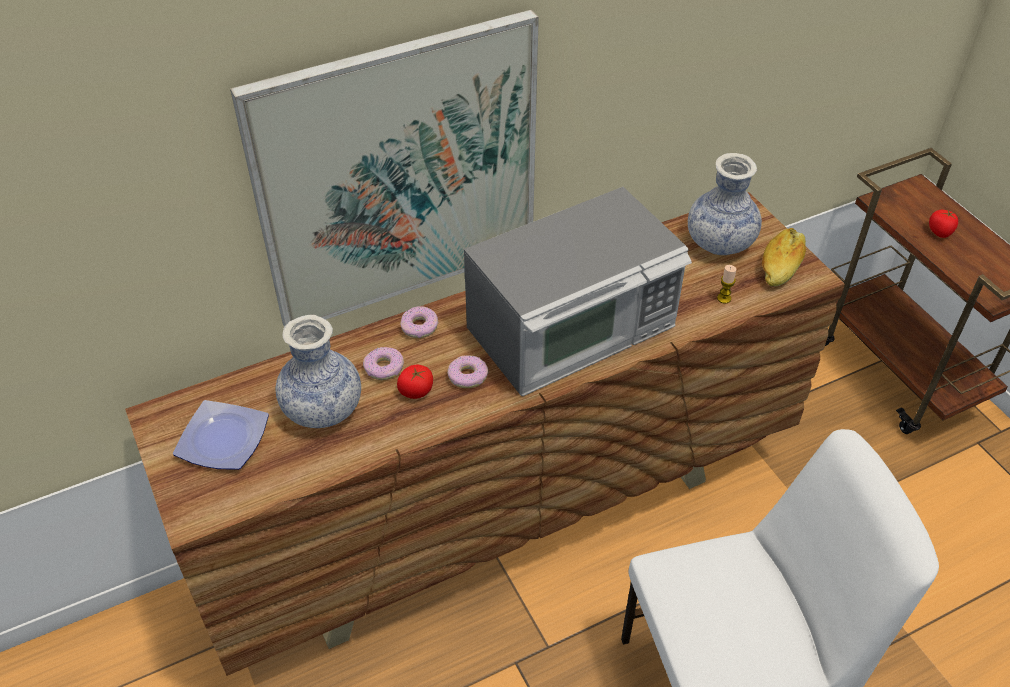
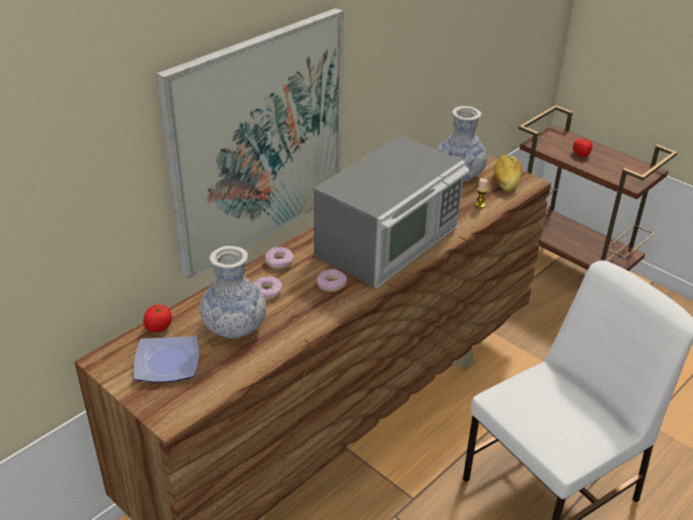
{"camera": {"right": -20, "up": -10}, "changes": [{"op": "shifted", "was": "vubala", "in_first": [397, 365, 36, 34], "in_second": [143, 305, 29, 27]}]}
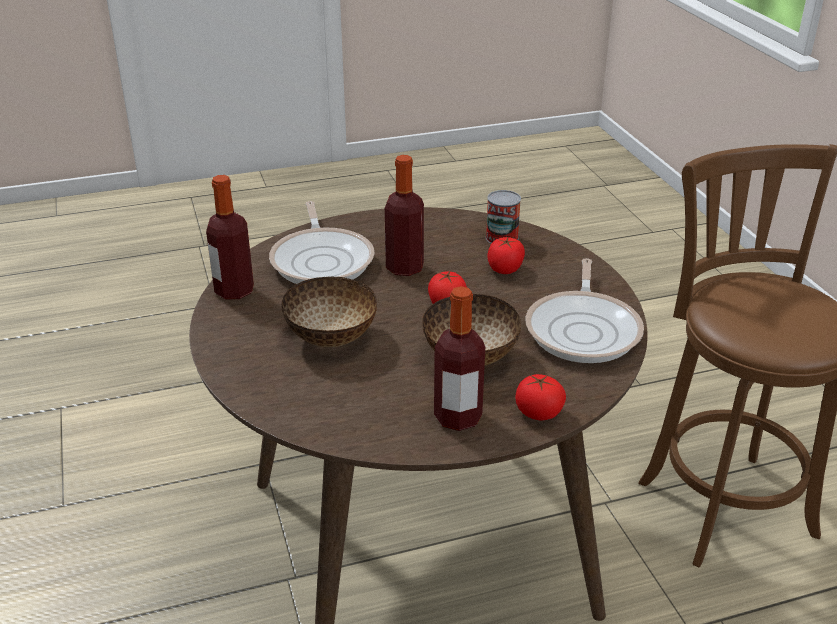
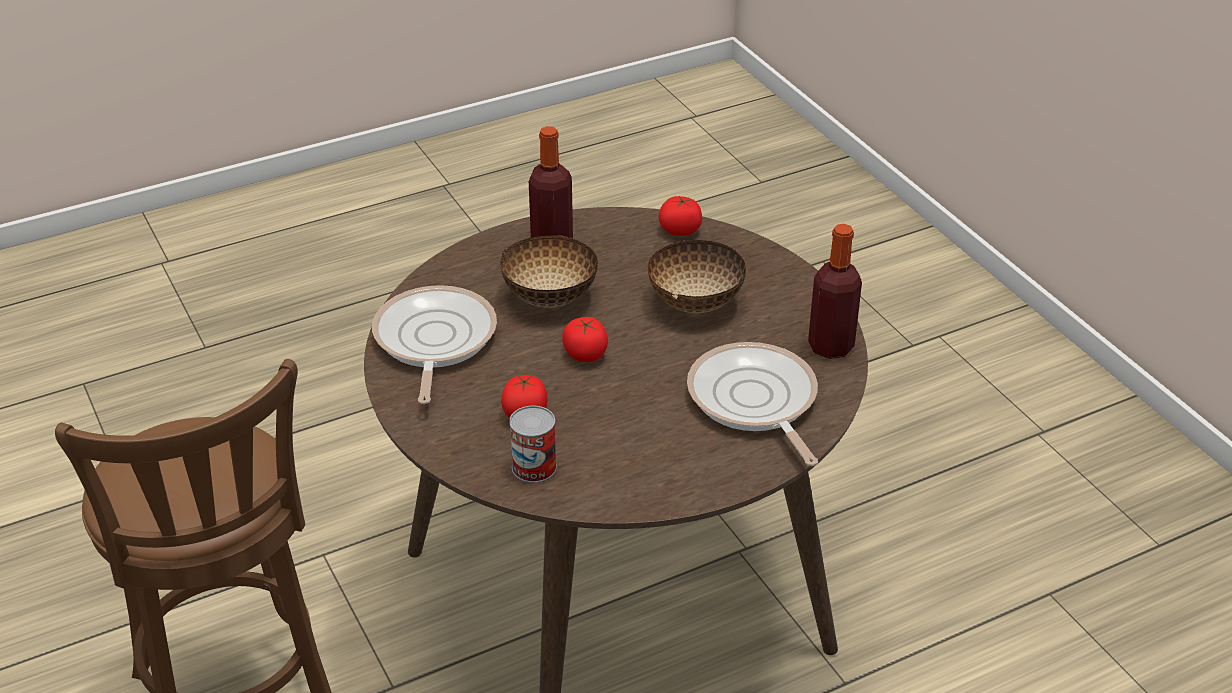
{"camera": {"right": 170, "up": 5}, "changes": [{"op": "shifted", "was": "vubala", "in_first": [515, 374, 51, 46], "in_second": [659, 196, 43, 40]}, {"op": "gone", "was": "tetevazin", "in_first": [385, 155, 39, 121]}]}
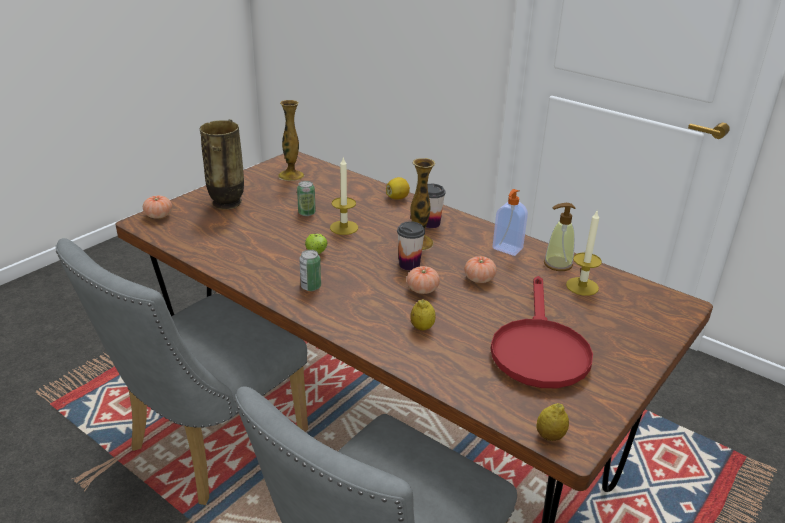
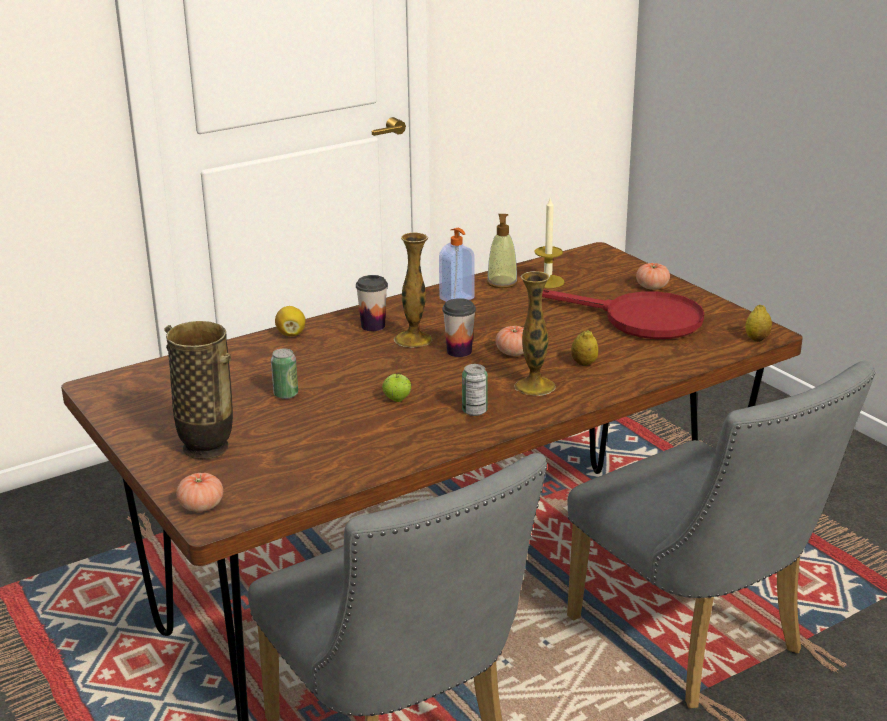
{"camera": {"right": -70, "up": -5}, "changes": [{"op": "shifted", "was": "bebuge", "in_first": [278, 100, 27, 81], "in_second": [514, 271, 42, 125]}, {"op": "shifted", "was": "vubala", "in_first": [464, 256, 33, 27], "in_second": [636, 263, 34, 27]}, {"op": "gone", "was": "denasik", "in_first": [330, 157, 28, 78]}]}
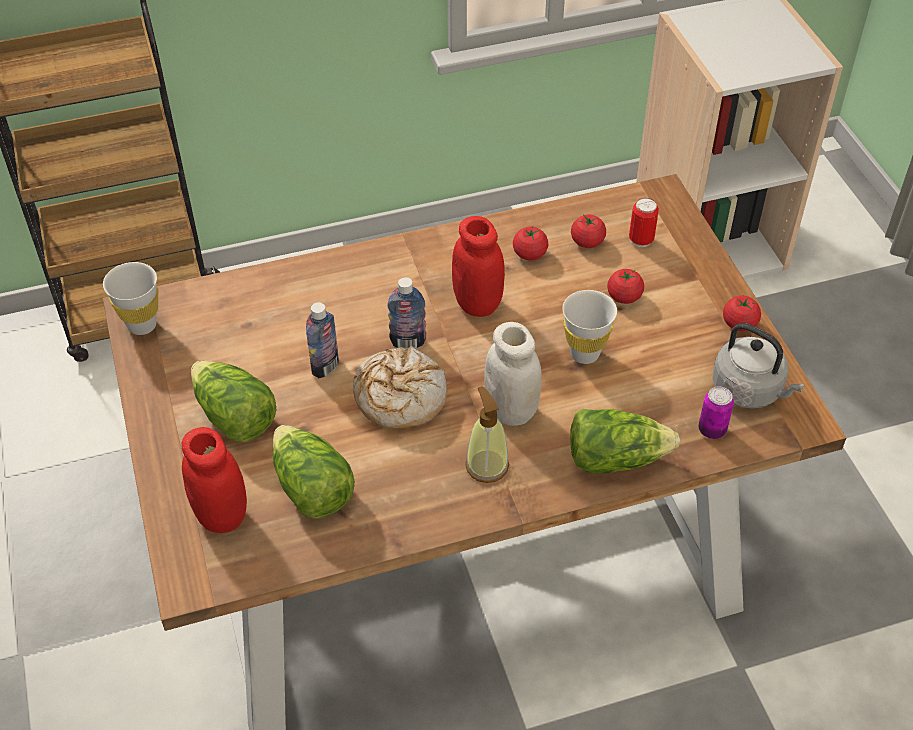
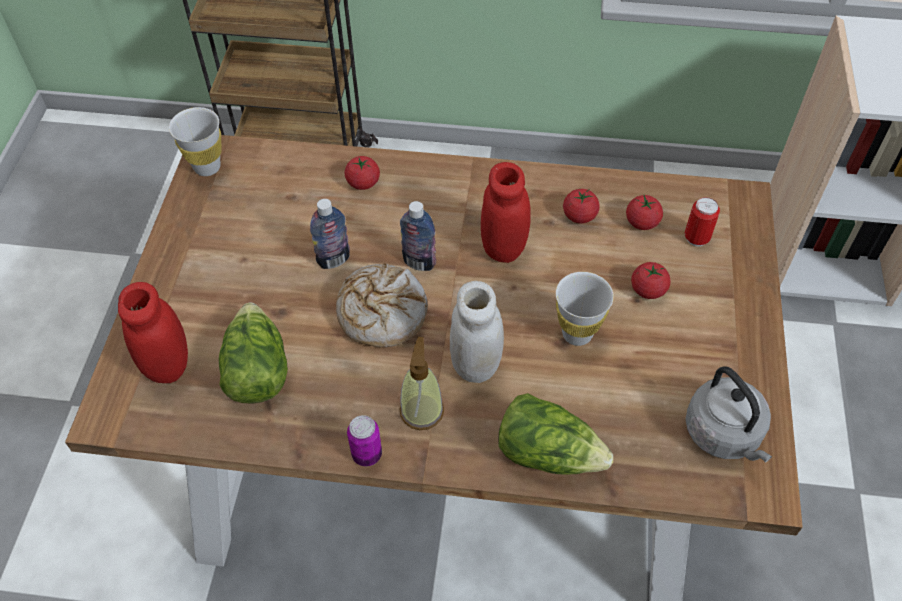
{"camera": {"right": 25, "up": 5}, "changes": [{"op": "shifted", "was": "vubala", "in_first": [723, 296, 38, 35], "in_second": [345, 156, 35, 34]}, {"op": "shifted", "was": "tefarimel", "in_first": [698, 386, 36, 53], "in_second": [347, 415, 35, 51]}, {"op": "gone", "was": "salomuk", "in_first": [191, 361, 85, 81]}]}
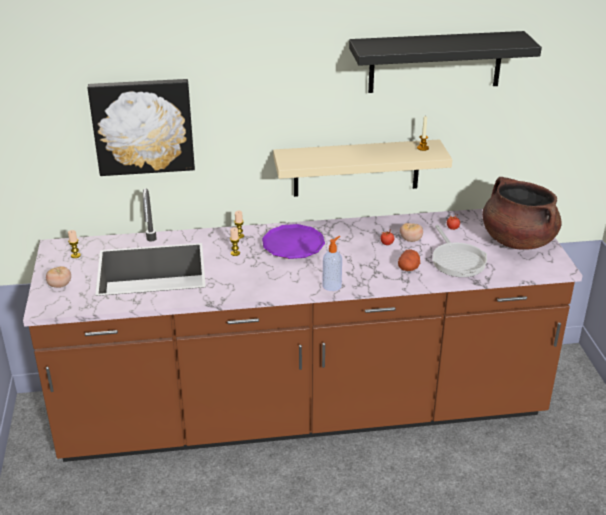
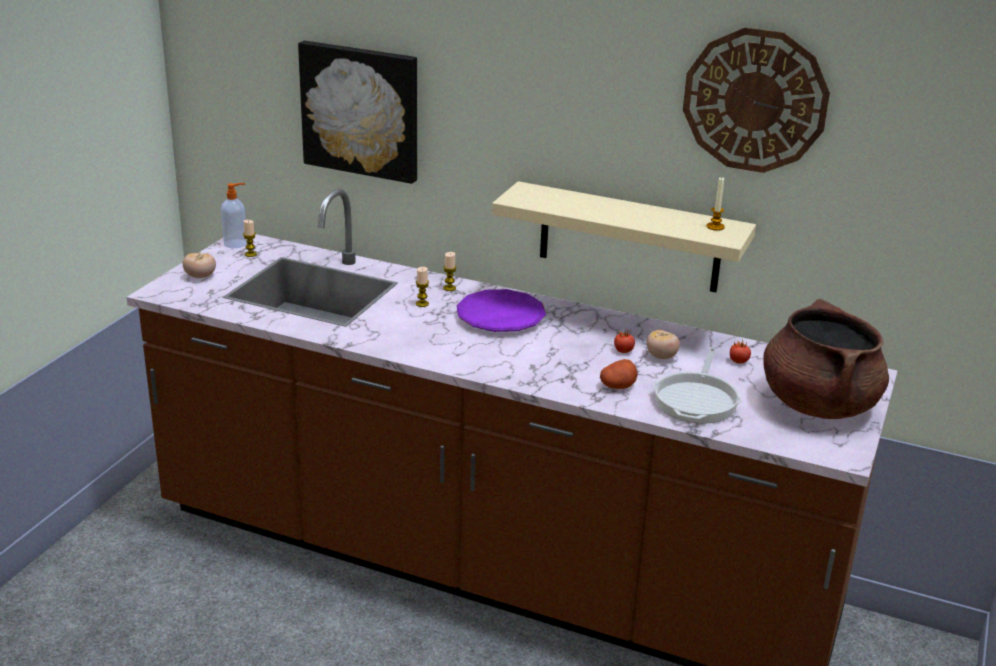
{"camera": {"right": 30, "up": -5}, "changes": [{"op": "shifted", "was": "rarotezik", "in_first": [322, 236, 20, 55], "in_second": [221, 183, 26, 65]}, {"op": "swapped", "was": "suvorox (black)", "now": "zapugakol", "in_first": [349, 31, 193, 62], "in_second": [683, 28, 147, 145]}]}
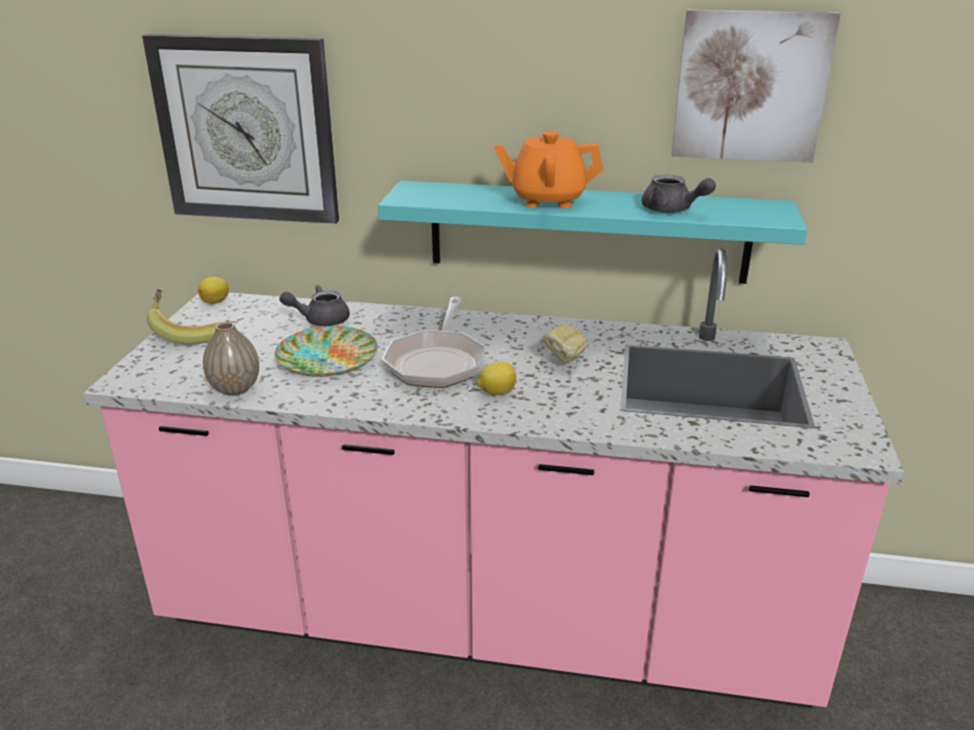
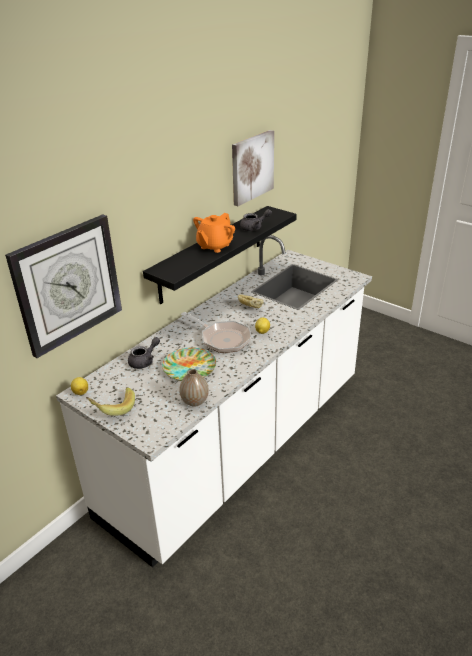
{"camera": {"right": -60, "up": 5}, "changes": [{"op": "repainted", "was": "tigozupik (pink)", "now": "tigozupik (white)", "in_first": [83, 248, 821, 460], "in_second": [56, 235, 316, 333]}, {"op": "rotated", "was": "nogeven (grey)", "in_first": [279, 285, 71, 41], "in_second": [128, 337, 32, 32], "clockwise": -150}, {"op": "repainted", "was": "suvorox (turquoise)", "now": "suvorox (black)", "in_first": [378, 181, 429, 103], "in_second": [143, 206, 154, 98]}]}
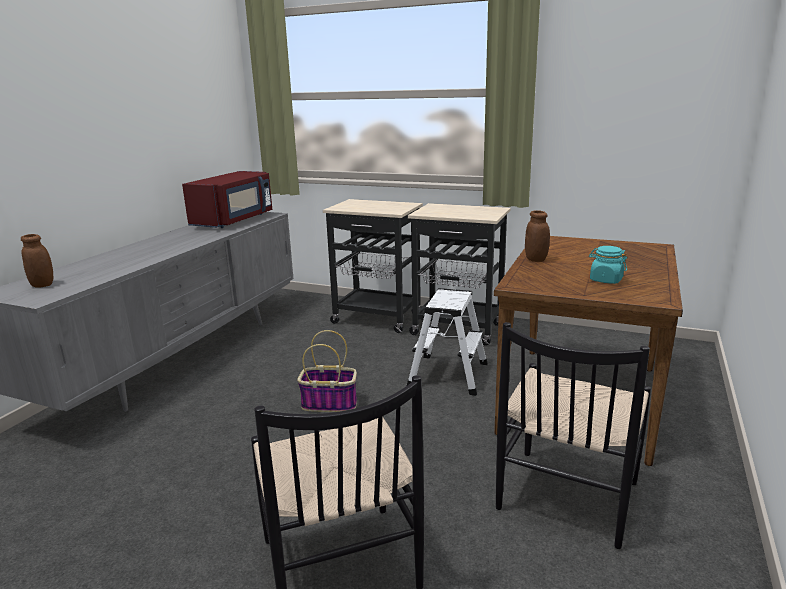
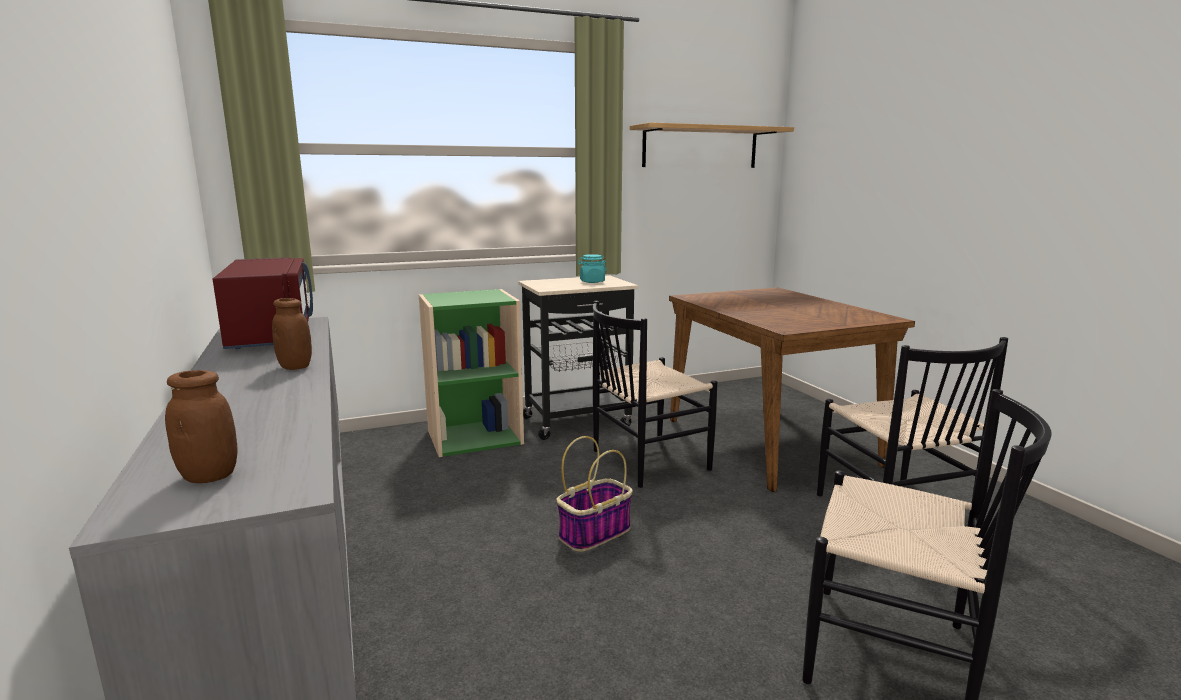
{"camera": {"right": -45, "up": -5}, "changes": [{"op": "shifted", "was": "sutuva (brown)", "in_first": [525, 210, 25, 52], "in_second": [272, 298, 40, 72]}, {"op": "swapped", "was": "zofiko", "now": "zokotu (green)", "in_first": [323, 199, 100, 134], "in_second": [419, 289, 105, 168]}, {"op": "shifted", "was": "sutuva (turquoise)", "in_first": [589, 246, 38, 38], "in_second": [577, 254, 30, 29]}, {"op": "swapped", "was": "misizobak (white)", "now": "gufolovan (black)", "in_first": [407, 288, 81, 108], "in_second": [593, 301, 124, 187]}, {"op": "new", "now": "suvorox", "in_second": [630, 122, 164, 46]}]}
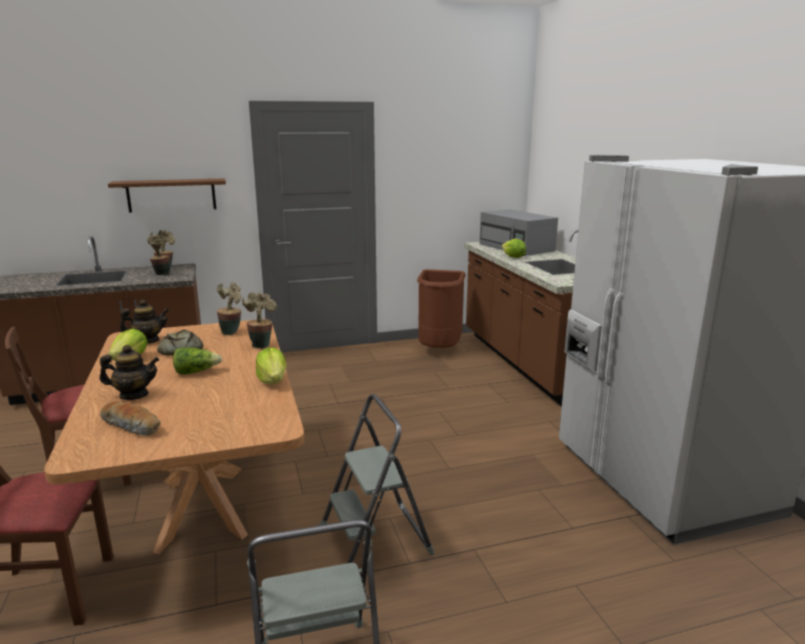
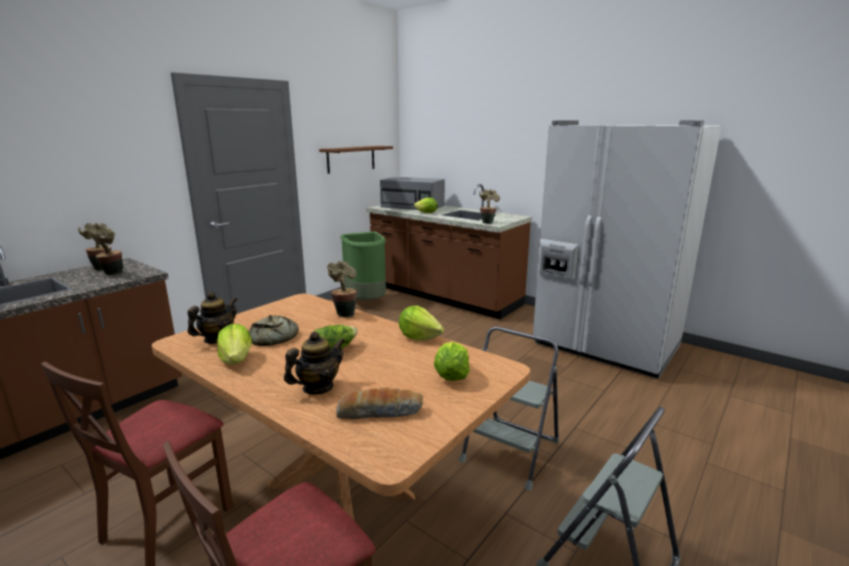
{"camera": {"right": -35, "up": 0}, "changes": [{"op": "shifted", "was": "suvorox (brown)", "in_first": [108, 178, 118, 35], "in_second": [319, 146, 74, 28]}, {"op": "repainted", "was": "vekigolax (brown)", "now": "vekigolax (green)", "in_first": [417, 269, 49, 79], "in_second": [340, 231, 46, 69]}, {"op": "new", "now": "salomuk", "in_second": [434, 342, 36, 39]}, {"op": "shifted", "was": "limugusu", "in_first": [217, 282, 24, 53], "in_second": [479, 189, 21, 35]}]}
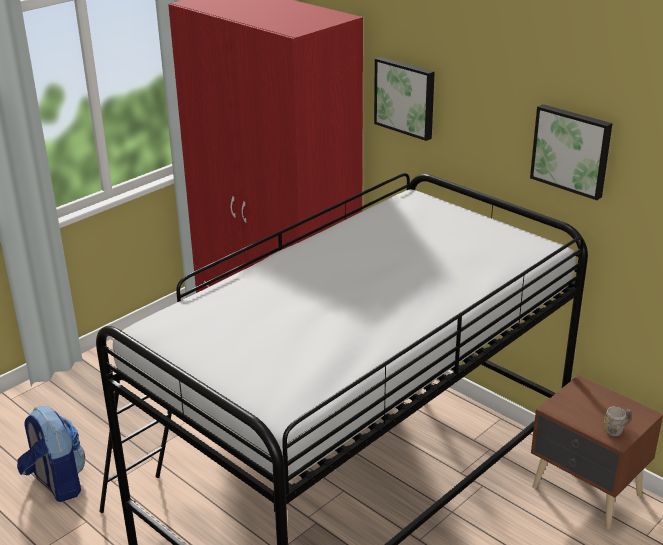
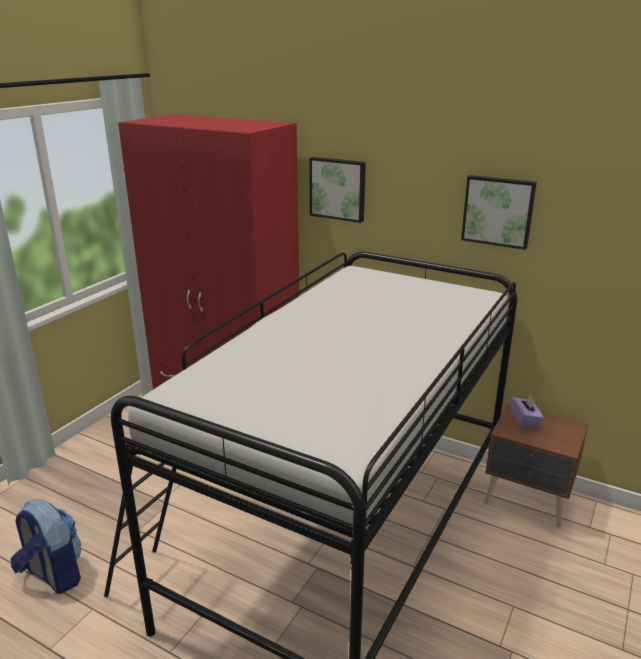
{"camera": {"right": -15, "up": -5}, "changes": [{"op": "new", "now": "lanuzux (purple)", "in_second": [511, 395, 33, 33]}, {"op": "gone", "was": "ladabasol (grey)", "in_first": [604, 407, 28, 29]}]}
